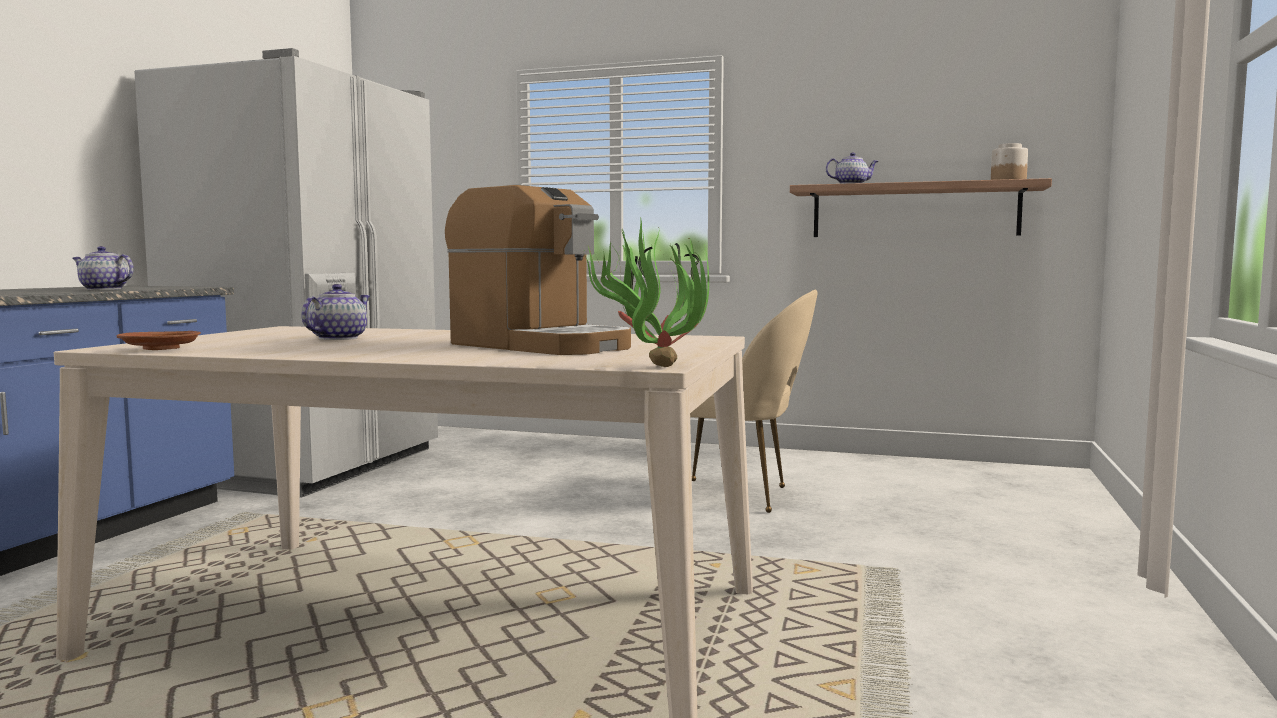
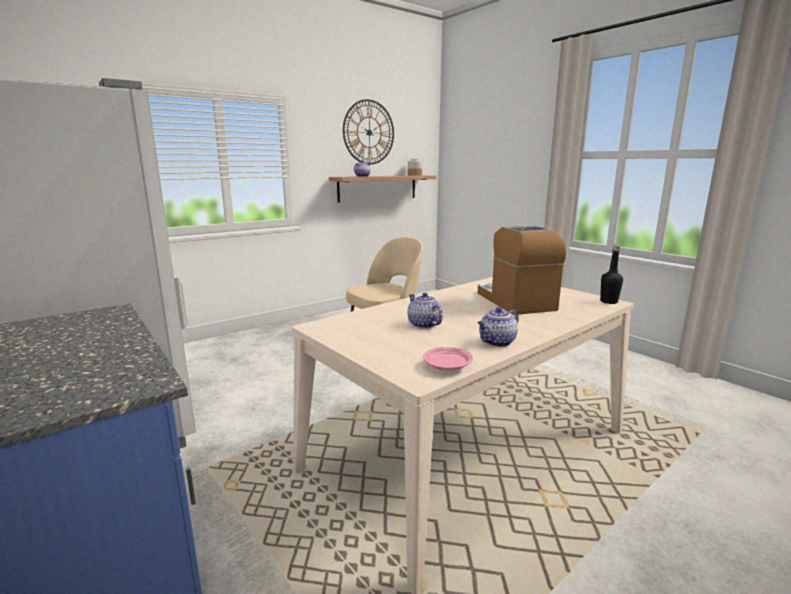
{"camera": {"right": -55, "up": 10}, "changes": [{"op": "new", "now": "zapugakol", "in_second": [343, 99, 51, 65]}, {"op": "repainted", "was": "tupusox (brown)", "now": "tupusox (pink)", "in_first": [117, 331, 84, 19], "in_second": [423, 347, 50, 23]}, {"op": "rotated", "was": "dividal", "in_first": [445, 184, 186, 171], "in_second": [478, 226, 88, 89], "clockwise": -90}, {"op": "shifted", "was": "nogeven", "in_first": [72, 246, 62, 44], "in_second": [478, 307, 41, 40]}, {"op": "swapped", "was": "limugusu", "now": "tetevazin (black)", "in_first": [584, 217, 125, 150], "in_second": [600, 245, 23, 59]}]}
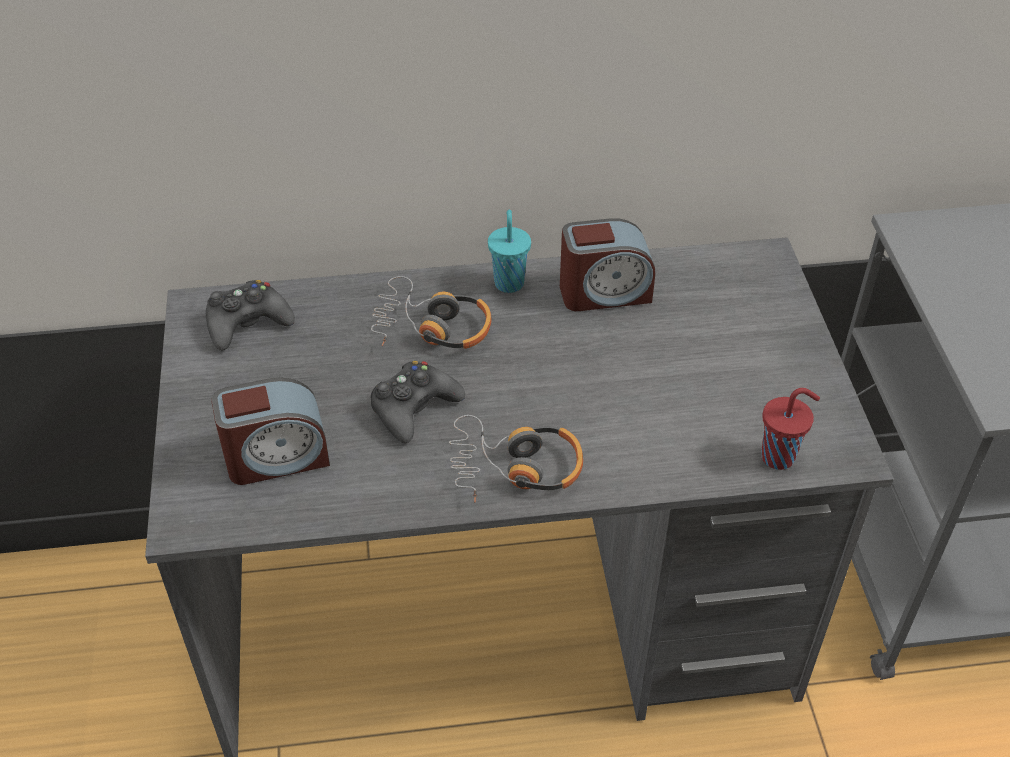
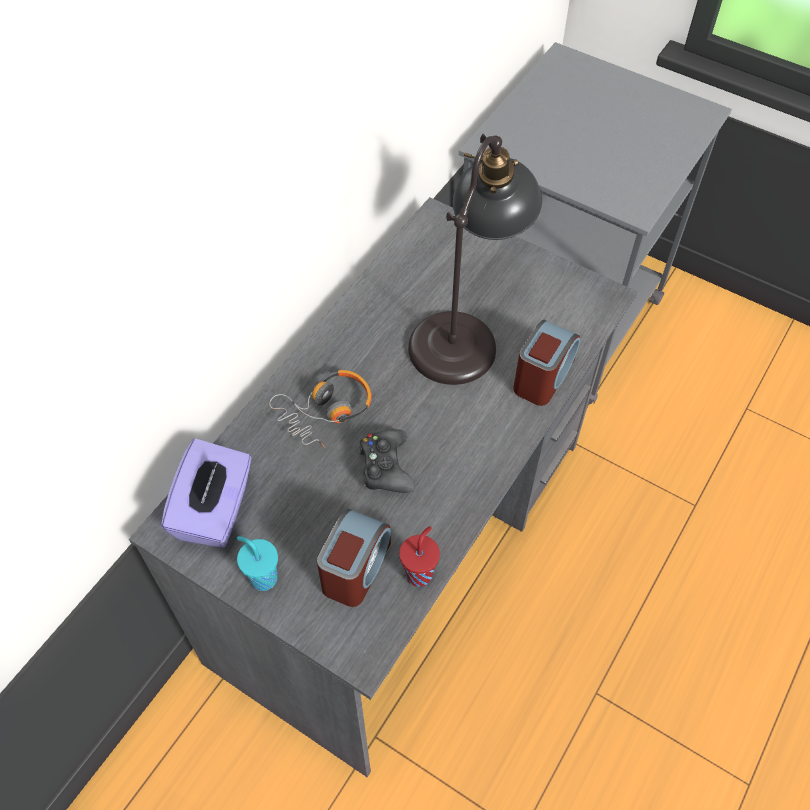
{"camera": {"right": -50, "up": 10}, "changes": [{"op": "swapped", "was": "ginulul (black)", "now": "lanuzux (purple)", "in_first": [206, 280, 89, 71], "in_second": [161, 438, 91, 110]}, {"op": "shifted", "was": "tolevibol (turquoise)", "in_first": [488, 210, 43, 83], "in_second": [237, 536, 41, 55]}, {"op": "shifted", "was": "tolevibol (red)", "in_first": [761, 388, 59, 82], "in_second": [399, 526, 41, 61]}, {"op": "new", "now": "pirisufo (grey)", "in_second": [408, 134, 134, 251]}, {"op": "shifted", "was": "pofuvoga", "in_first": [560, 218, 95, 93], "in_second": [513, 320, 67, 86]}, {"op": "gone", "was": "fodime", "in_first": [449, 415, 134, 88]}]}
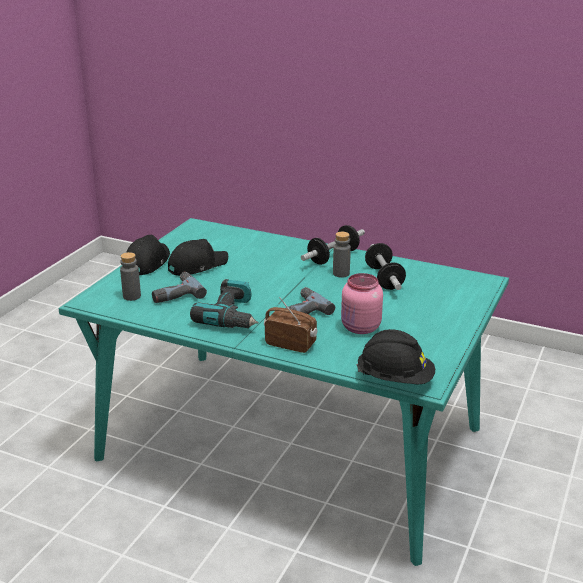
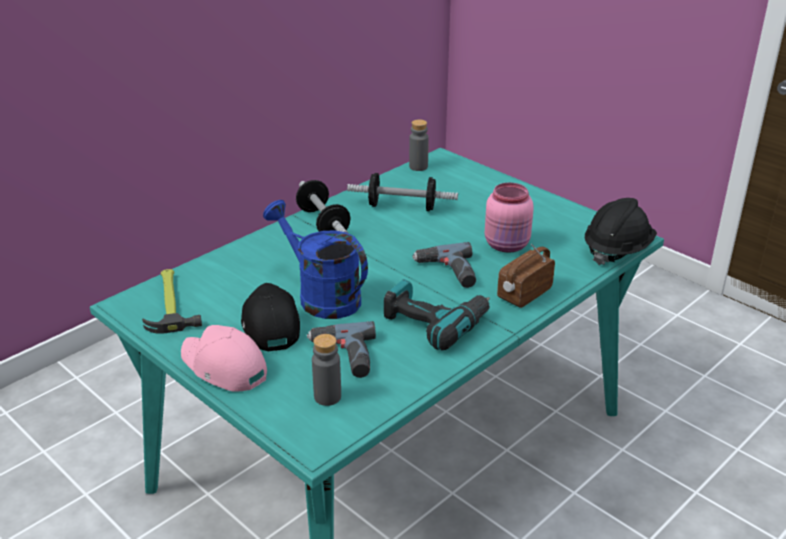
{"camera": {"right": -70, "up": 5}, "changes": [{"op": "new", "now": "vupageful", "in_second": [142, 269, 60, 65]}, {"op": "repainted", "was": "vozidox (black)", "now": "vozidox (pink)", "in_first": [126, 235, 44, 40], "in_second": [181, 325, 86, 67]}, {"op": "new", "now": "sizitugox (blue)", "in_second": [263, 200, 105, 119]}, {"op": "shifted", "was": "tetevazin (grey)", "in_first": [333, 232, 18, 46], "in_second": [409, 119, 20, 52]}]}
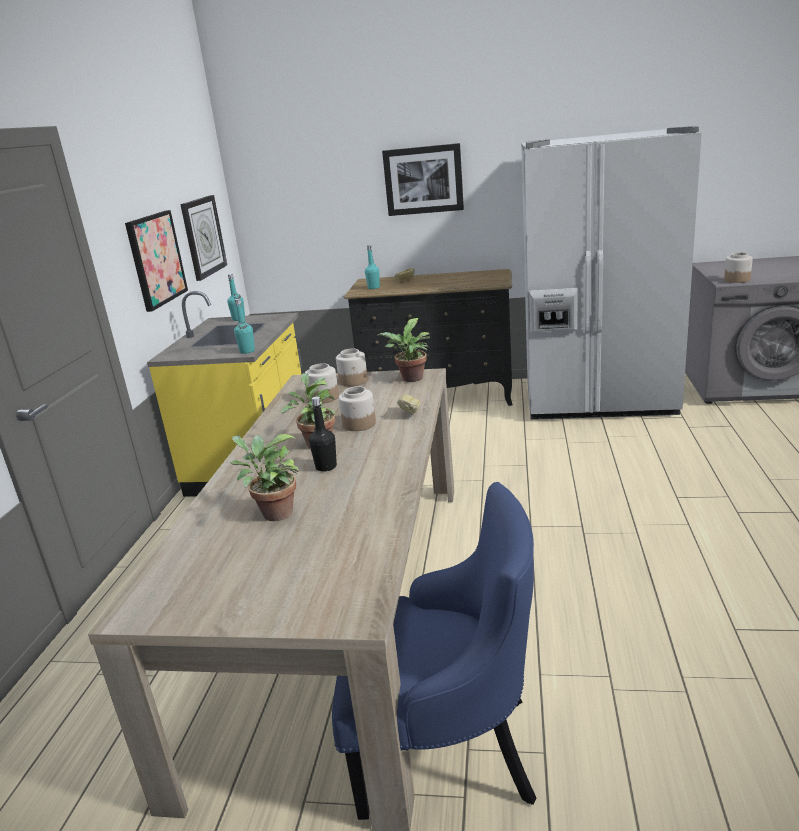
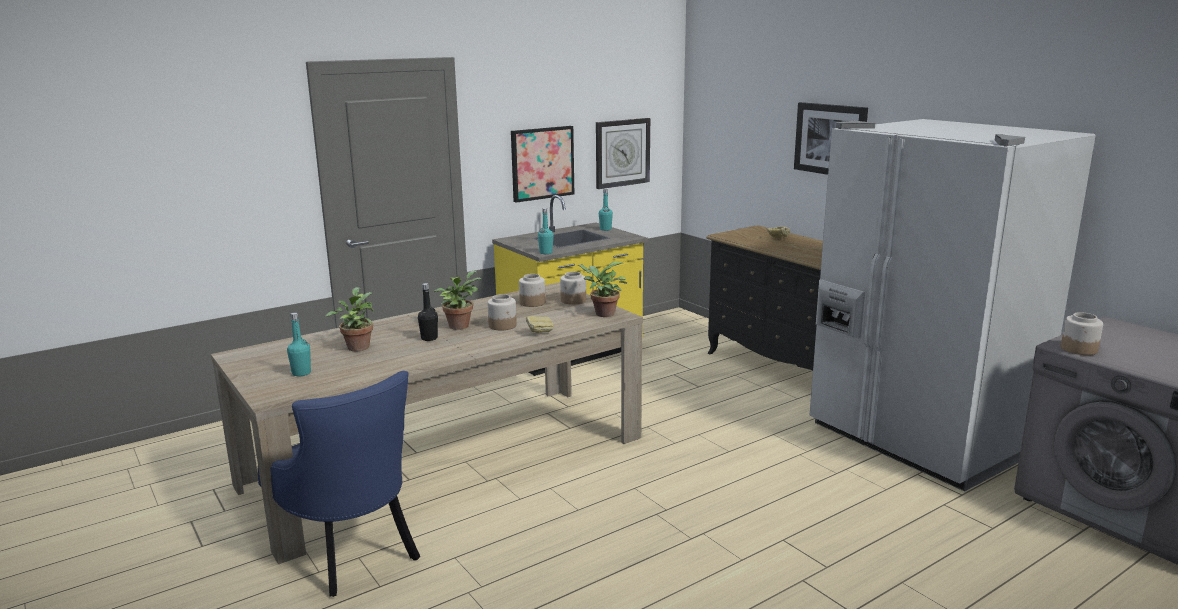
{"camera": {"right": 45, "up": -5}, "changes": [{"op": "shifted", "was": "tetevazin (turquoise)", "in_first": [365, 245, 15, 44], "in_second": [287, 312, 24, 64]}]}
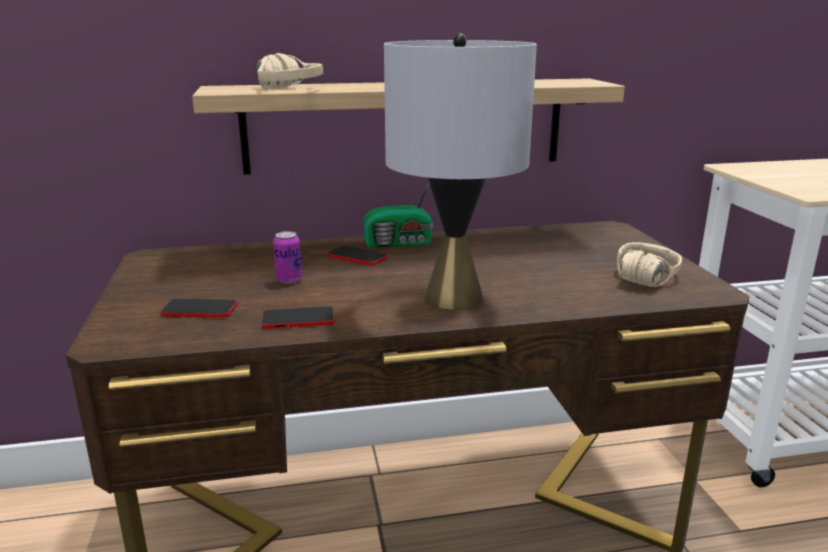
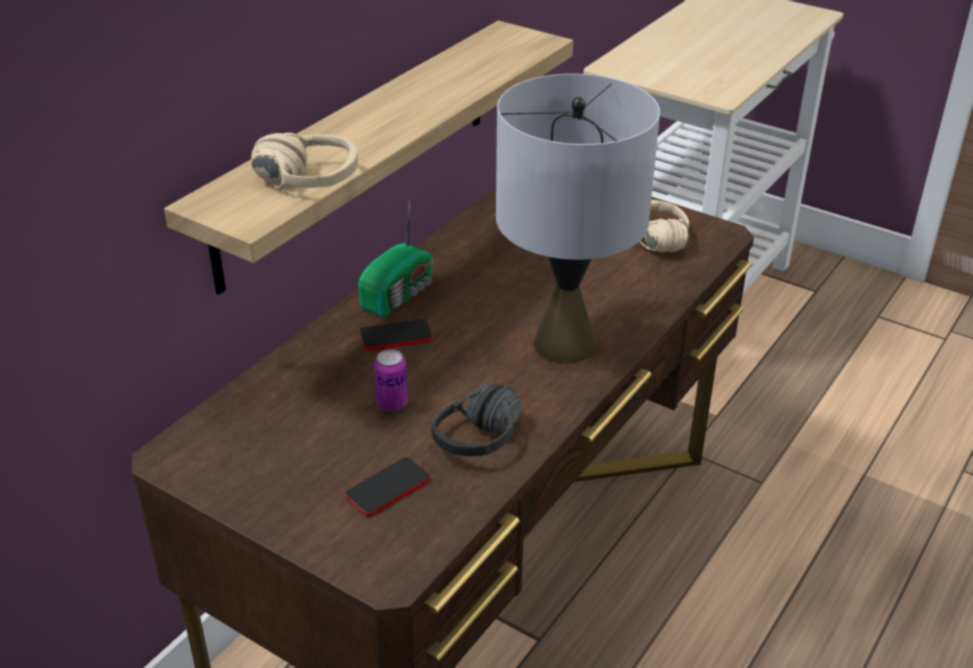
{"camera": {"right": -45, "up": 15}, "changes": [{"op": "swapped", "was": "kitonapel", "now": "fodime (black)", "in_first": [262, 306, 72, 23], "in_second": [431, 383, 92, 73]}]}
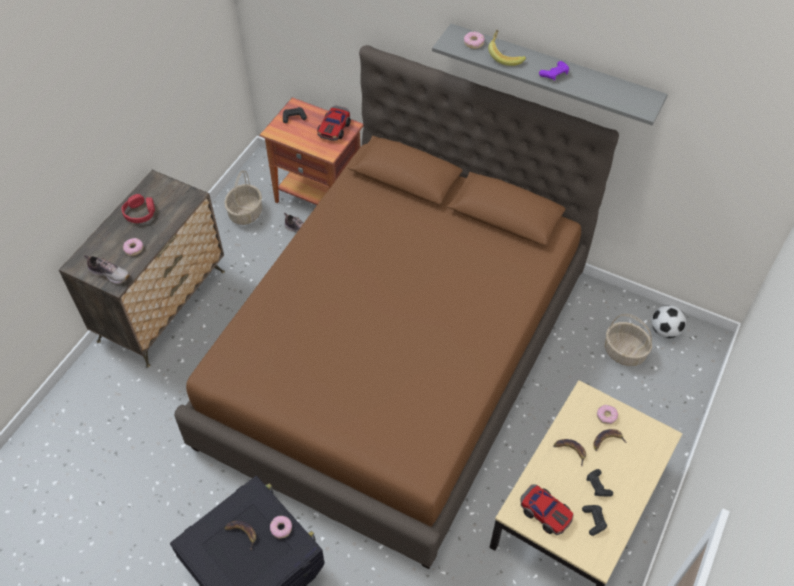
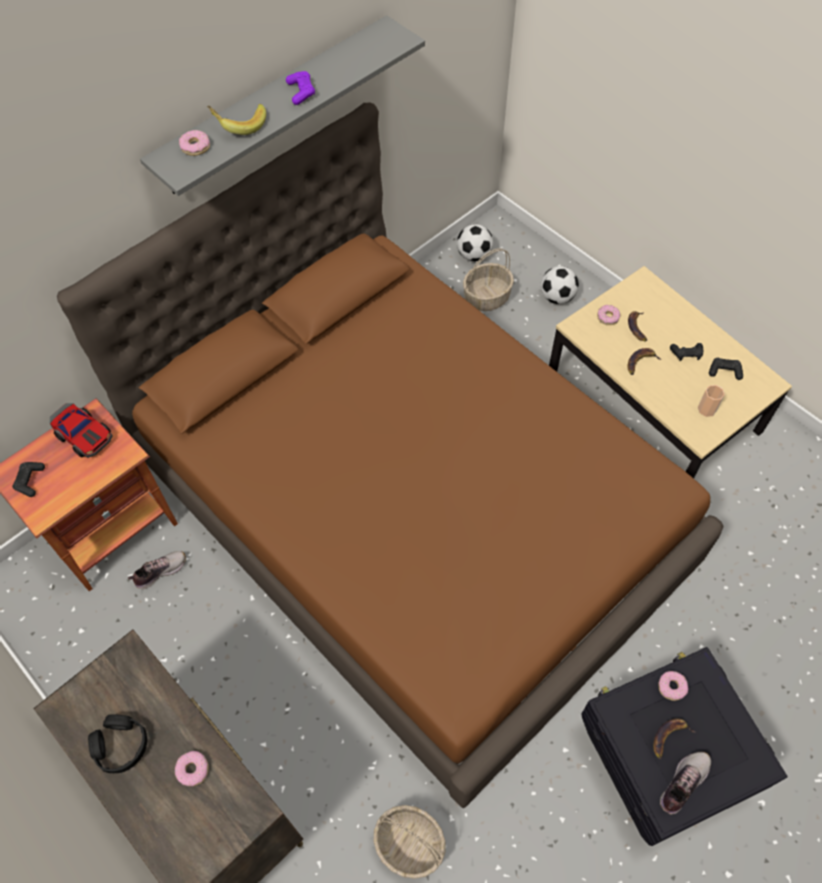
{"camera": {"right": -70, "up": 5}, "changes": [{"op": "repainted", "was": "fodime (red)", "now": "fodime (black)", "in_first": [122, 194, 33, 29], "in_second": [88, 714, 59, 59]}, {"op": "shifted", "was": "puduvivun", "in_first": [224, 171, 38, 54], "in_second": [373, 805, 72, 74]}, {"op": "new", "now": "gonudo", "in_second": [541, 266, 38, 38]}, {"op": "shifted", "was": "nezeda", "in_first": [84, 255, 46, 29], "in_second": [660, 752, 51, 62]}, {"op": "swapped", "was": "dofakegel", "now": "tolevibol", "in_first": [520, 484, 53, 51], "in_second": [698, 385, 27, 32]}]}
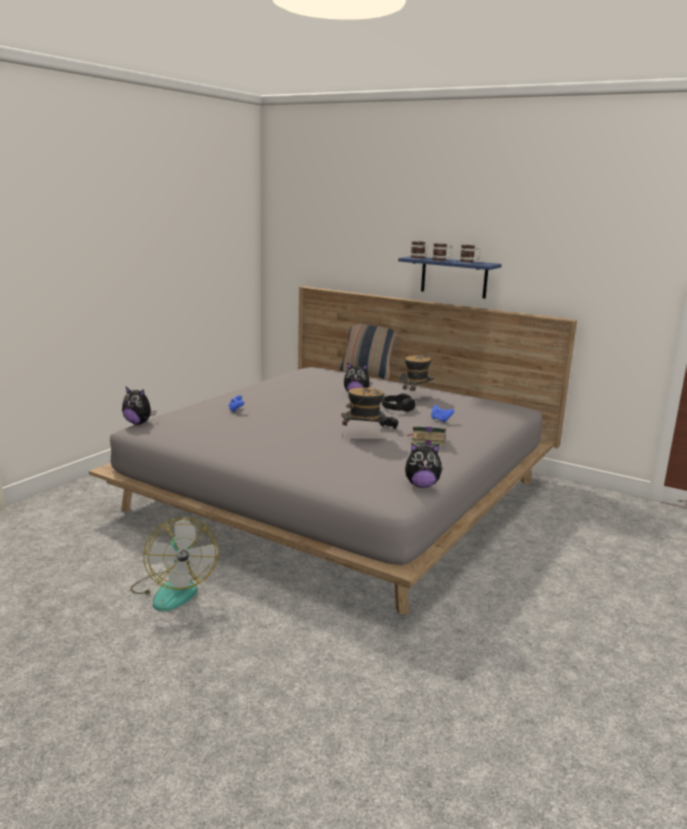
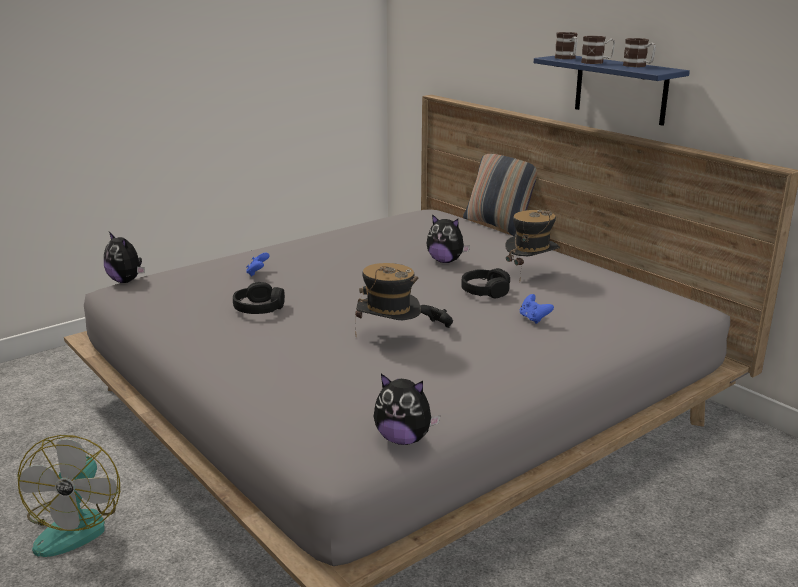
{"camera": {"right": 20, "up": 5}, "changes": [{"op": "new", "now": "fodime (black)", "in_second": [233, 282, 52, 32]}, {"op": "gone", "was": "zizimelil", "in_first": [406, 426, 40, 20]}]}
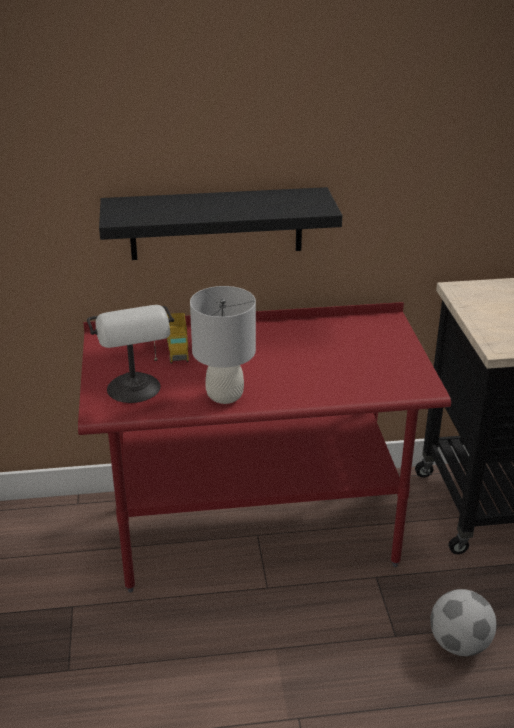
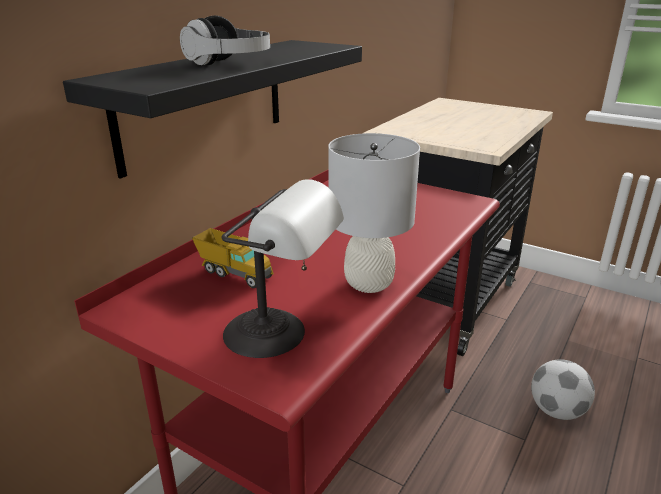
{"camera": {"right": -50, "up": -5}, "changes": [{"op": "new", "now": "fodime", "in_second": [180, 15, 90, 50]}]}
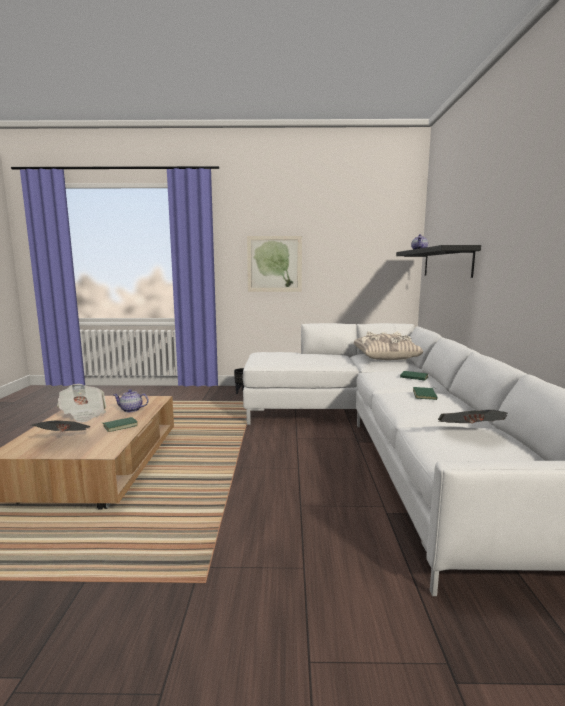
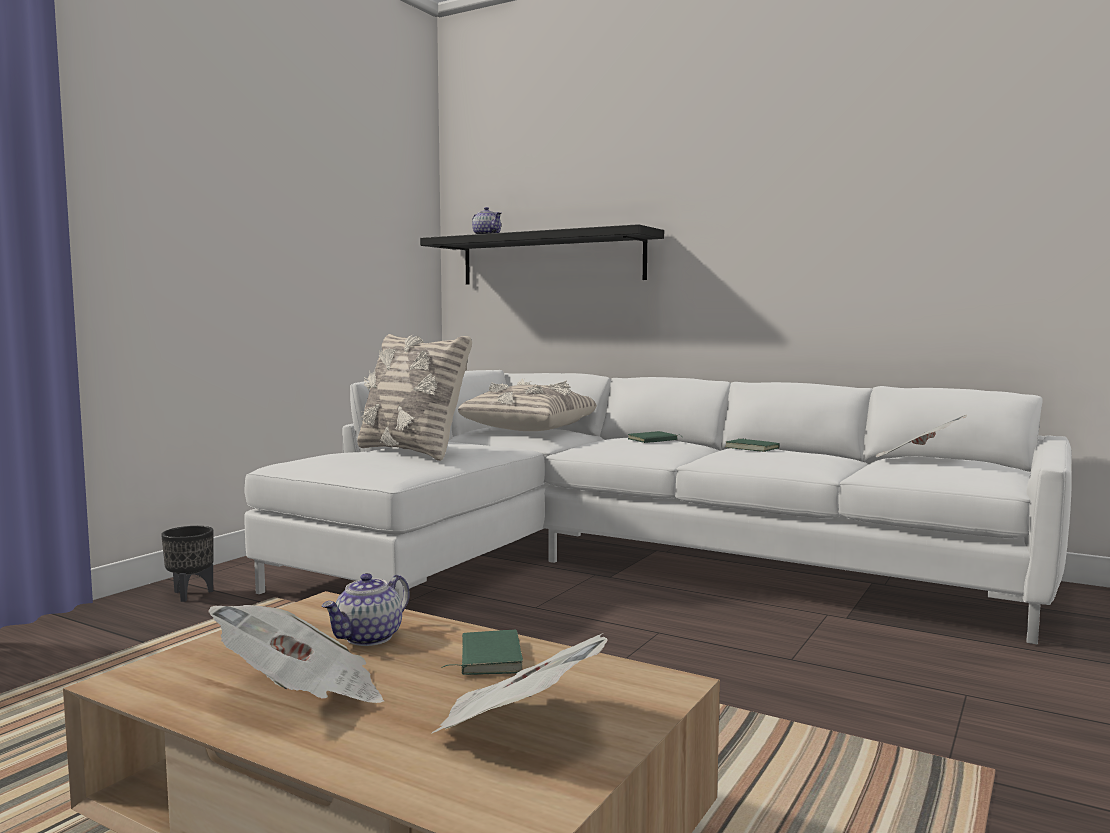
{"camera": {"right": -60, "up": -5}, "changes": [{"op": "new", "now": "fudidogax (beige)", "in_second": [357, 334, 115, 127]}, {"op": "gone", "was": "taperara", "in_first": [247, 236, 55, 56]}]}
